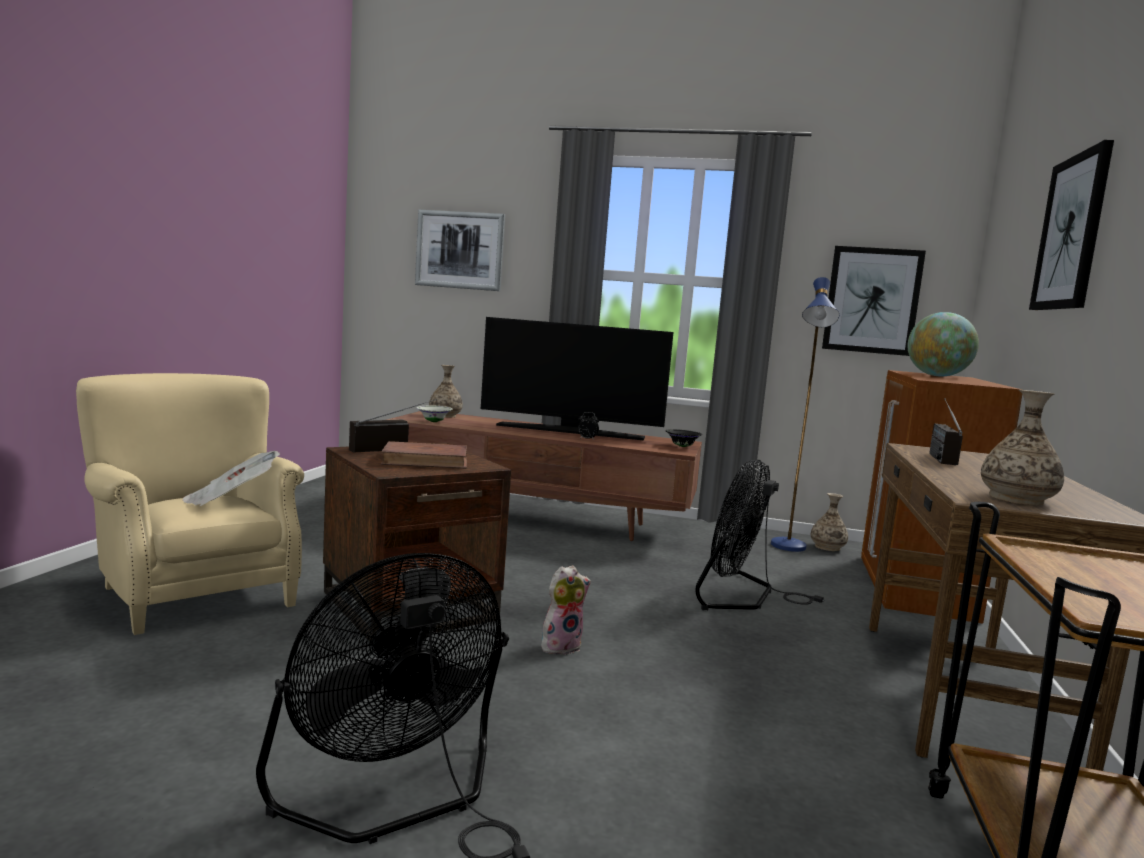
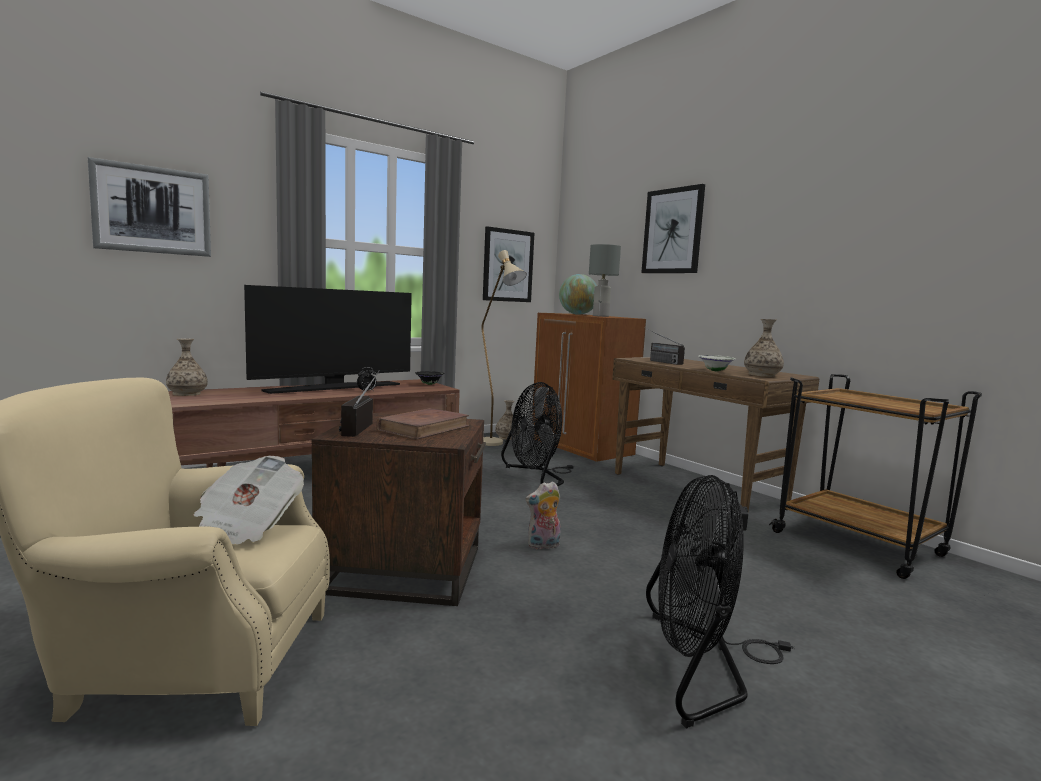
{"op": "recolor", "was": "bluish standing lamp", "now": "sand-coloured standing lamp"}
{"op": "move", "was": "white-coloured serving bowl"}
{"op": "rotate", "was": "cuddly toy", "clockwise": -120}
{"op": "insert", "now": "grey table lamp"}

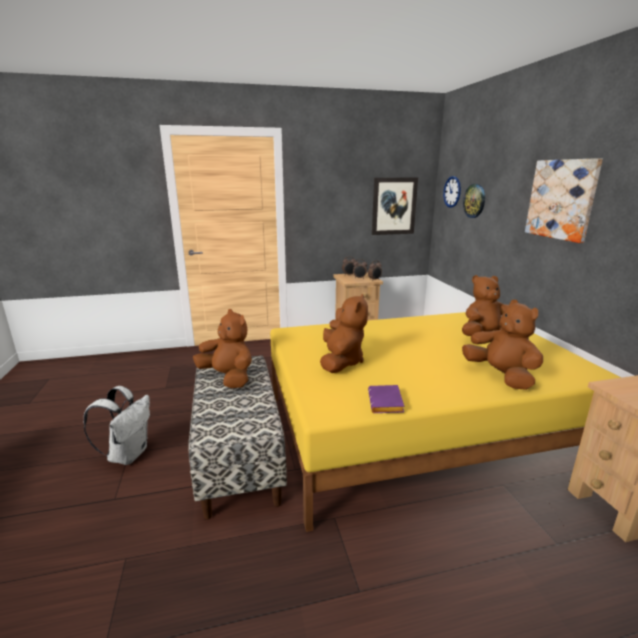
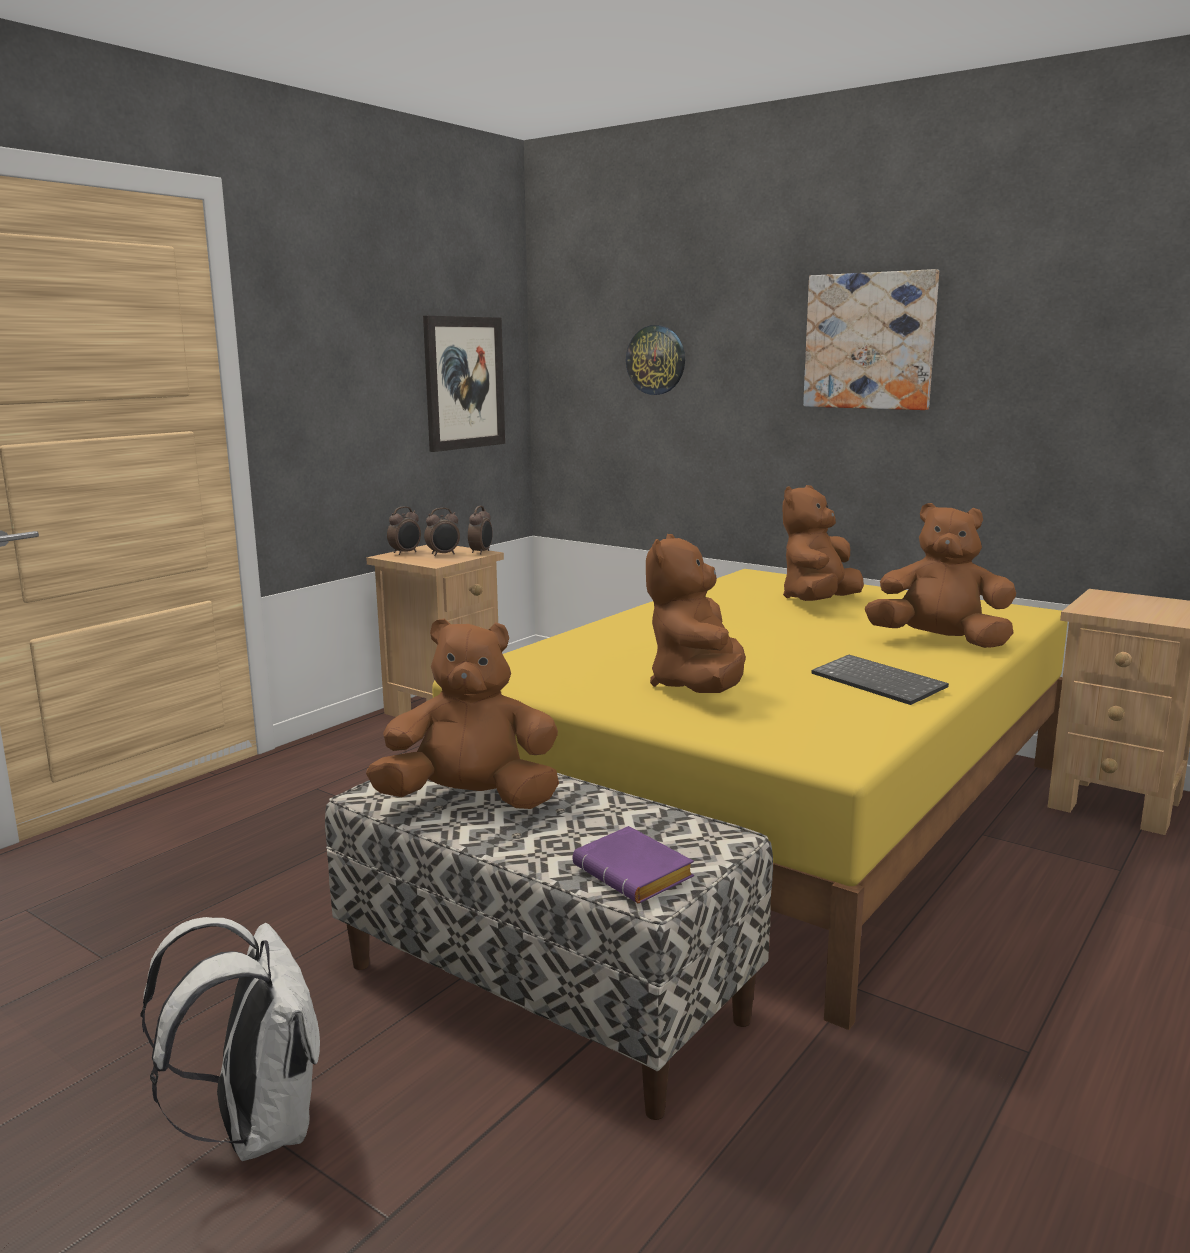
{"op": "delete", "was": "wall clock (1st from left)"}
{"op": "rotate", "was": "brown cuddly toy (2nd from left)", "clockwise": -135}
{"op": "move", "was": "purple volume"}
{"op": "insert", "now": "keyboard"}

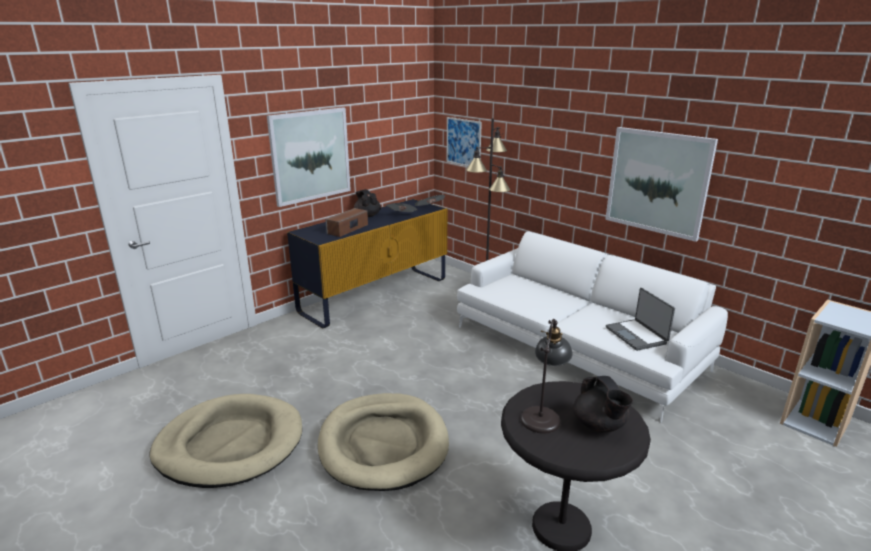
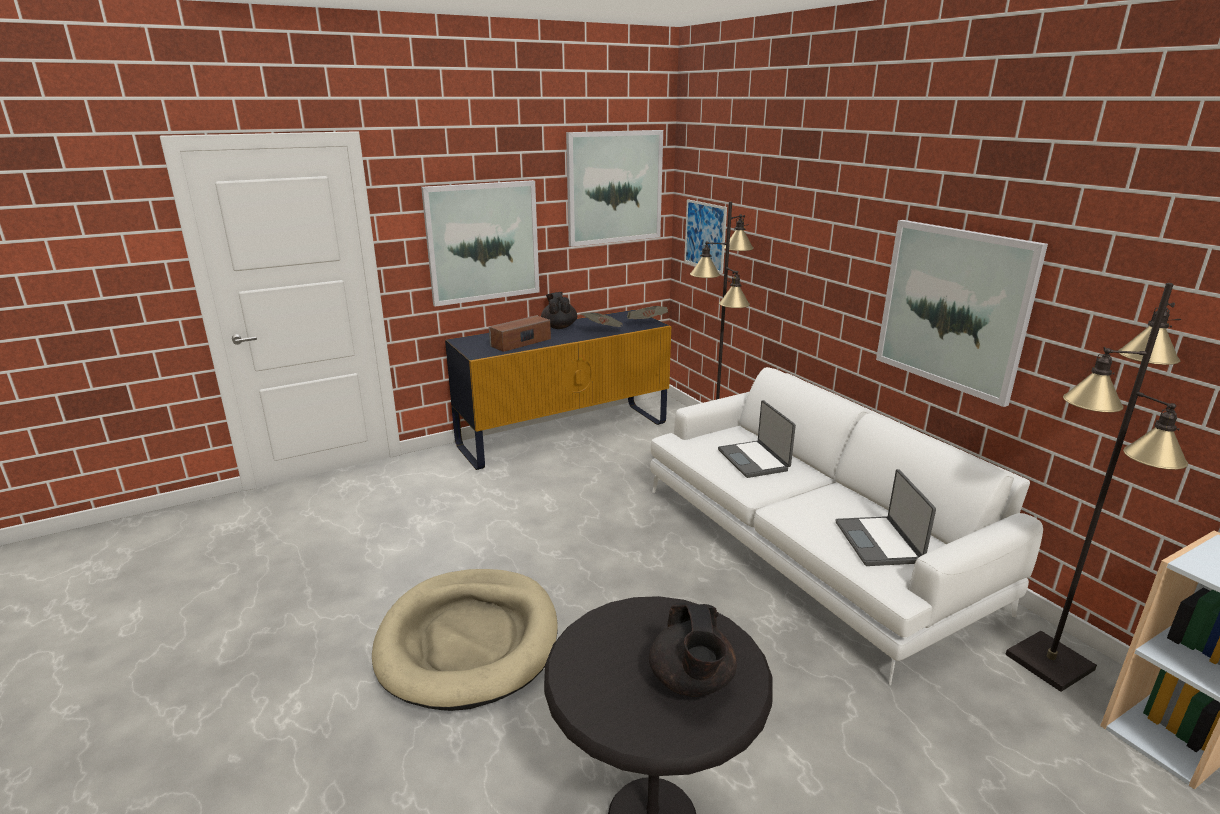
{"op": "delete", "was": "grey table lamp"}
{"op": "delete", "was": "sand-coloured pet bed (1st from left)"}
{"op": "insert", "now": "wall picture (2nd from left)"}
{"op": "insert", "now": "blackish standing lamp (2nd from left)"}
{"op": "insert", "now": "laptop (1st from left)"}

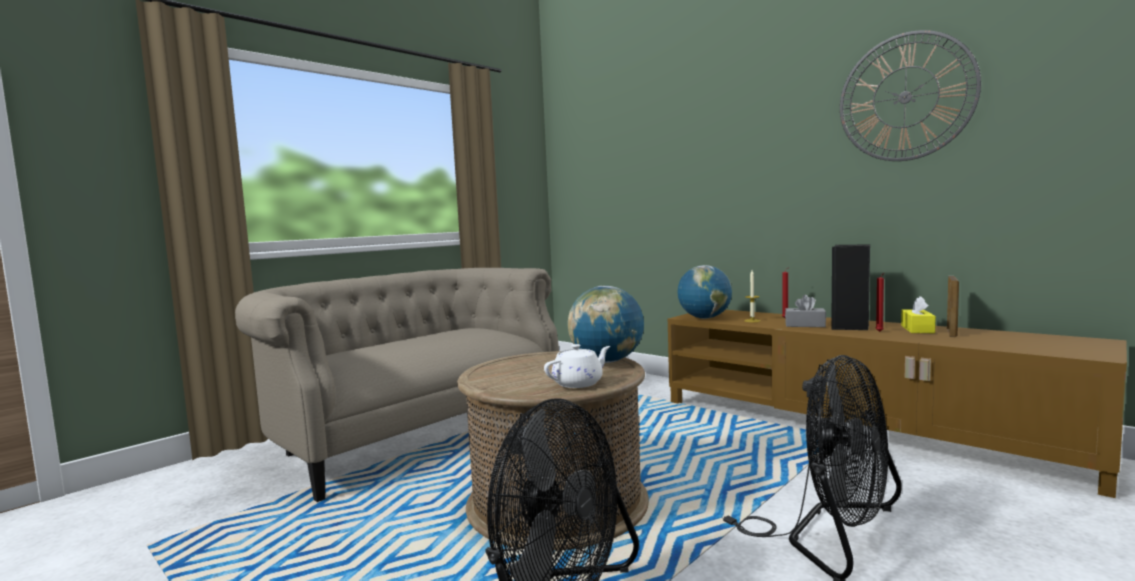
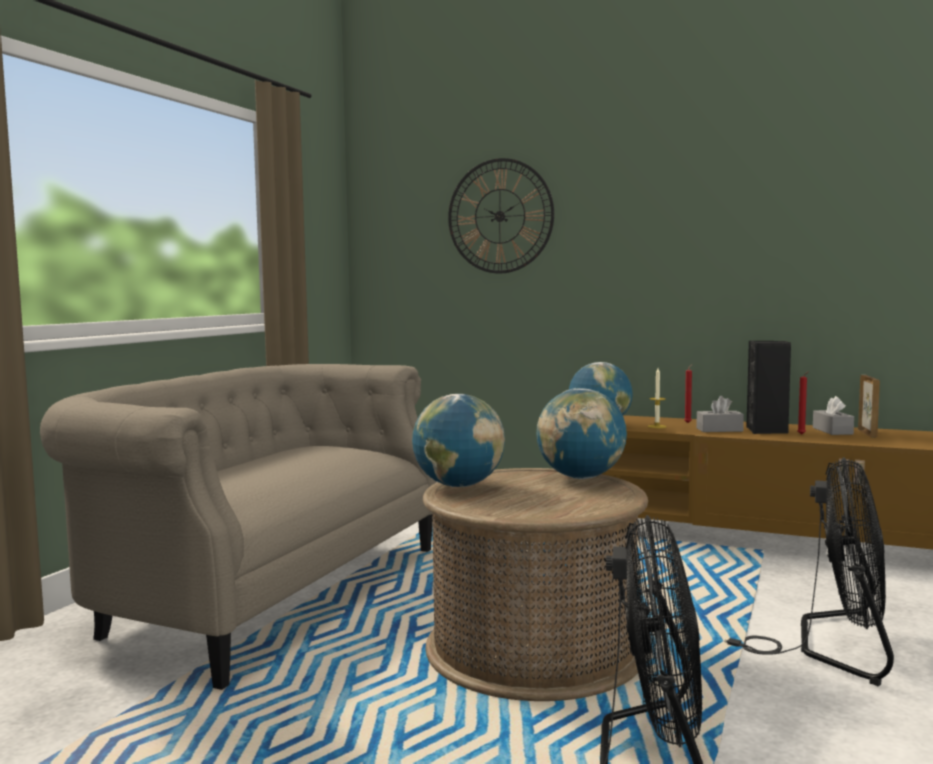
{"op": "move", "was": "wall clock"}
{"op": "recolor", "was": "yellow tissue holder", "now": "grey tissue holder (2nd from left)"}
{"op": "delete", "was": "white-coloured pot for tea"}
{"op": "insert", "now": "desk globe (1st from left)"}

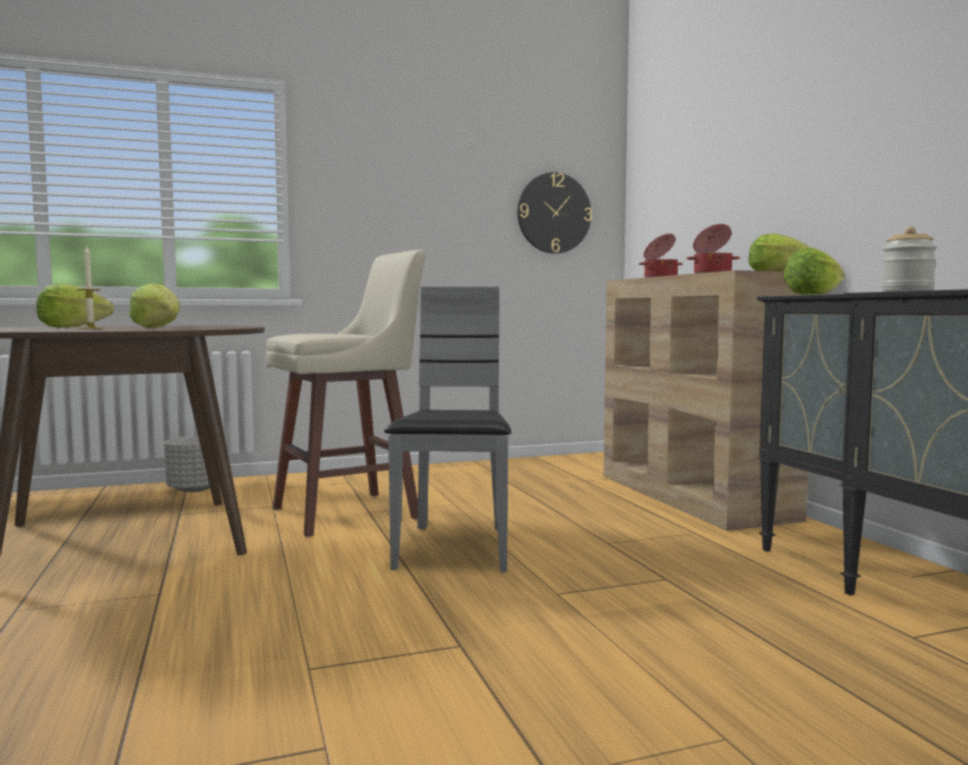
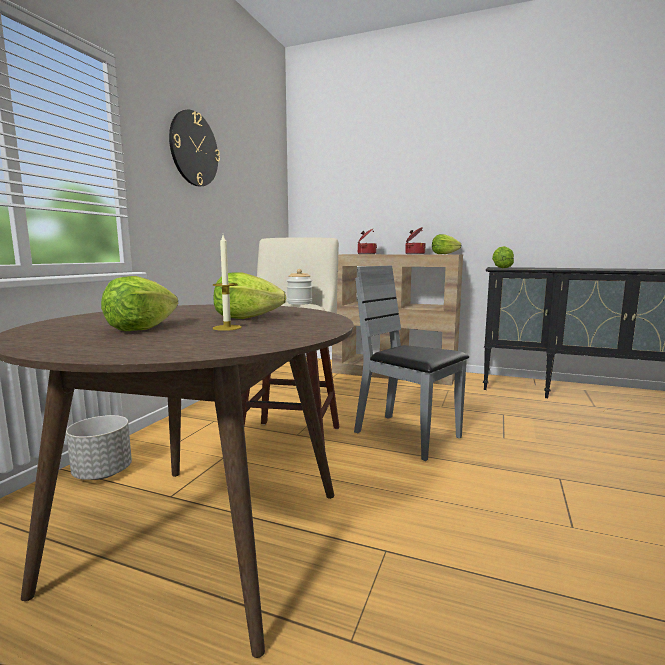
{"op": "move", "was": "wall clock"}
{"op": "move", "was": "preserve jar"}

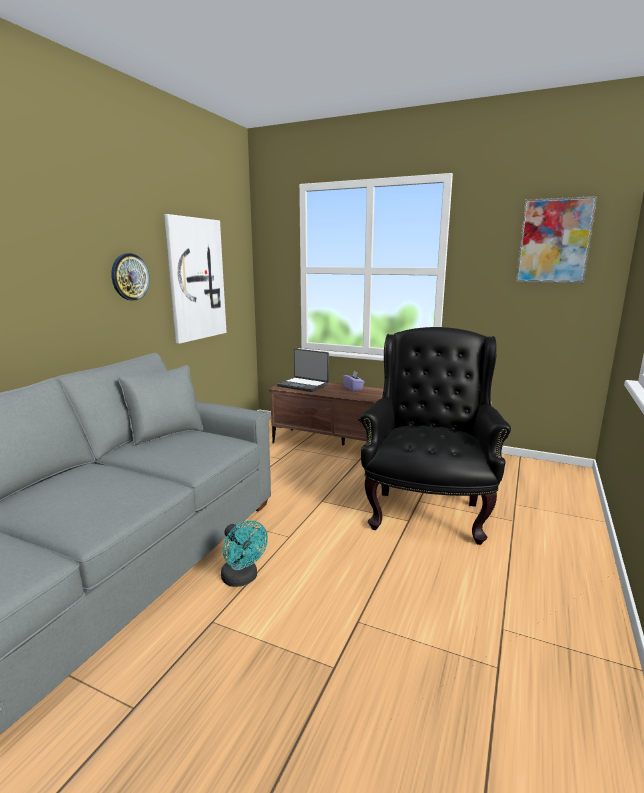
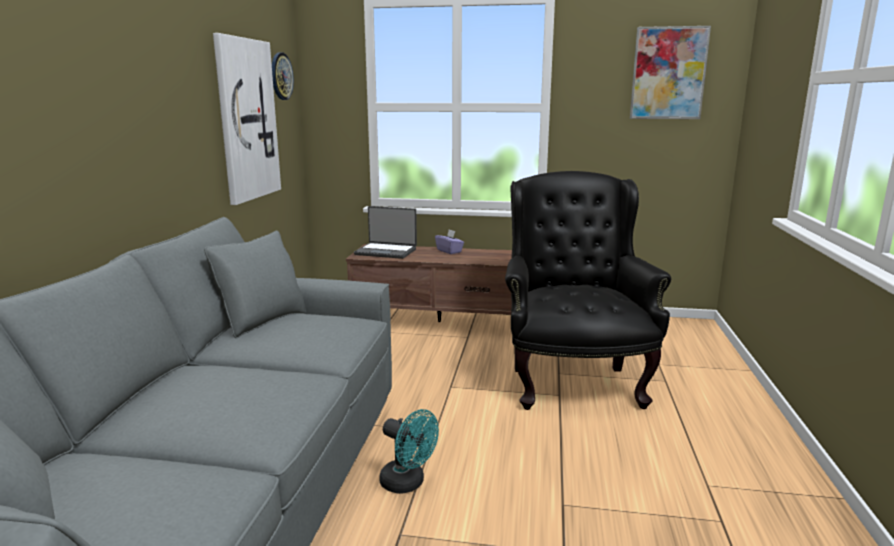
{"op": "move", "was": "wall clock"}

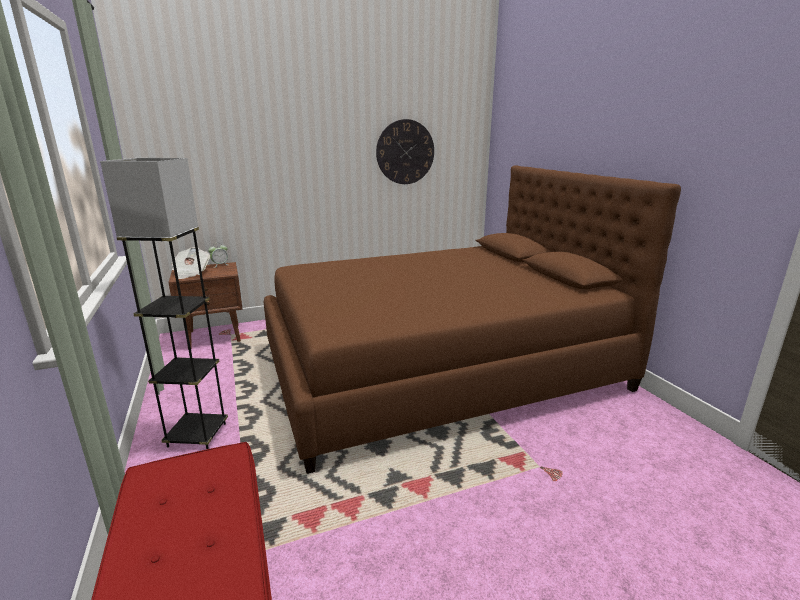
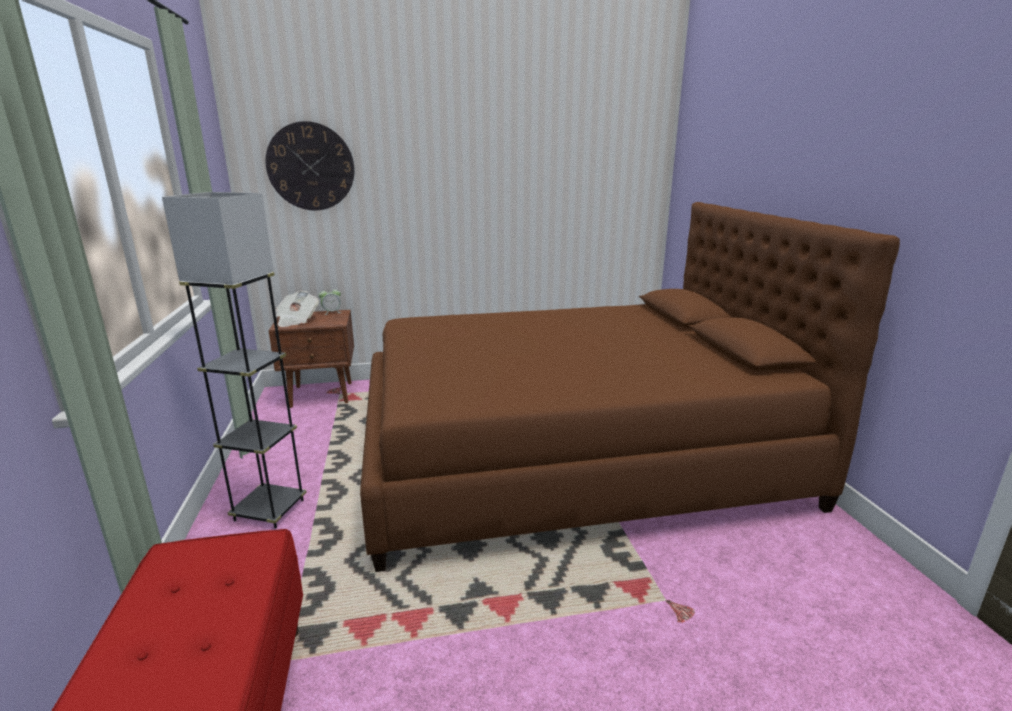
{"op": "move", "was": "wall clock"}

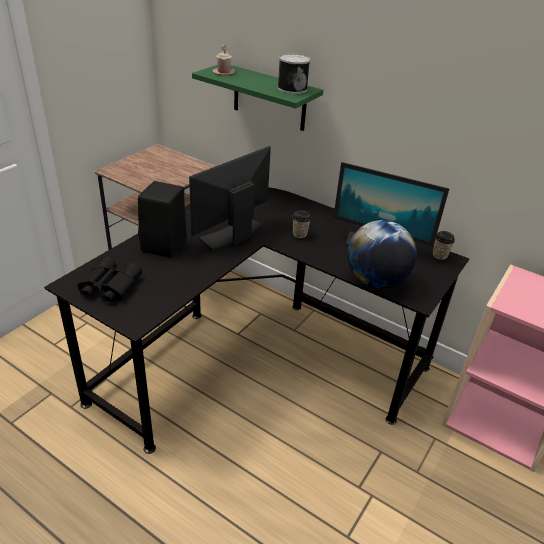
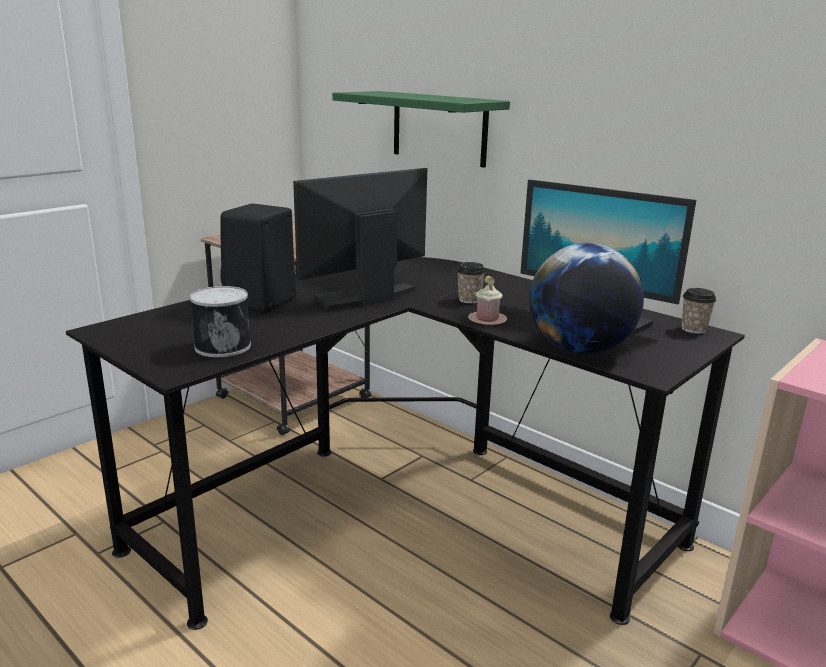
{"op": "move", "was": "pink tea mug"}
{"op": "move", "was": "can"}
{"op": "delete", "was": "blackish binoculars"}

